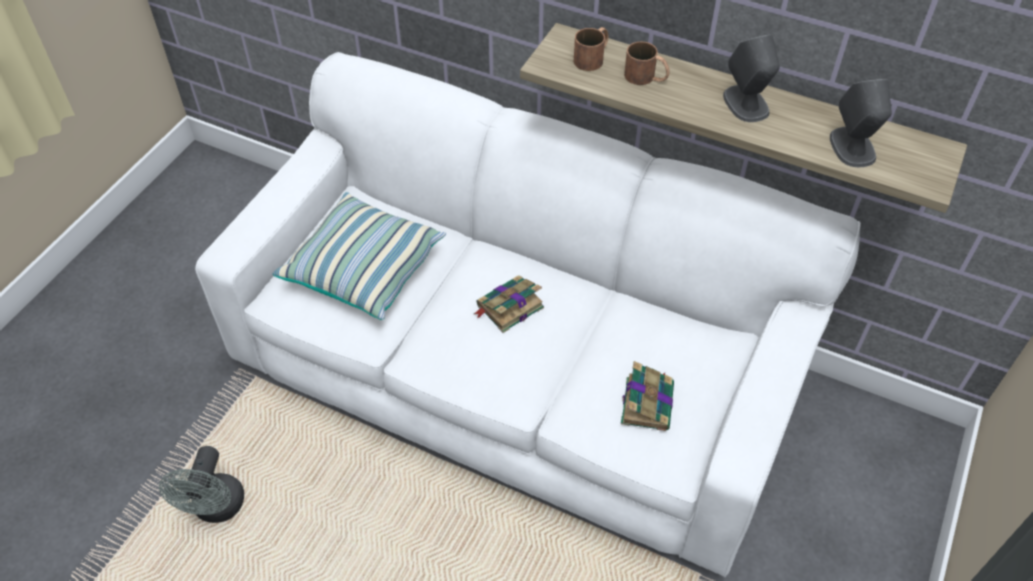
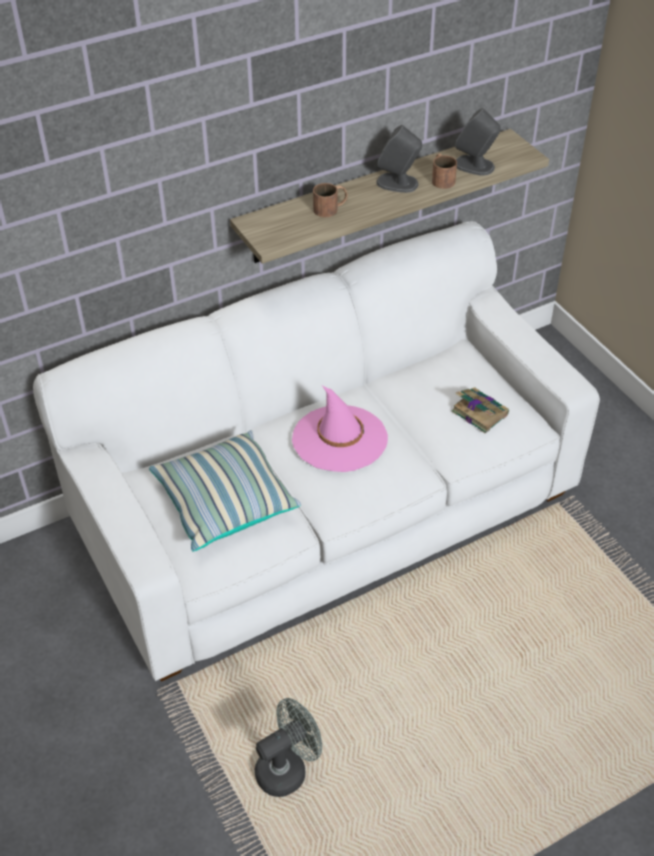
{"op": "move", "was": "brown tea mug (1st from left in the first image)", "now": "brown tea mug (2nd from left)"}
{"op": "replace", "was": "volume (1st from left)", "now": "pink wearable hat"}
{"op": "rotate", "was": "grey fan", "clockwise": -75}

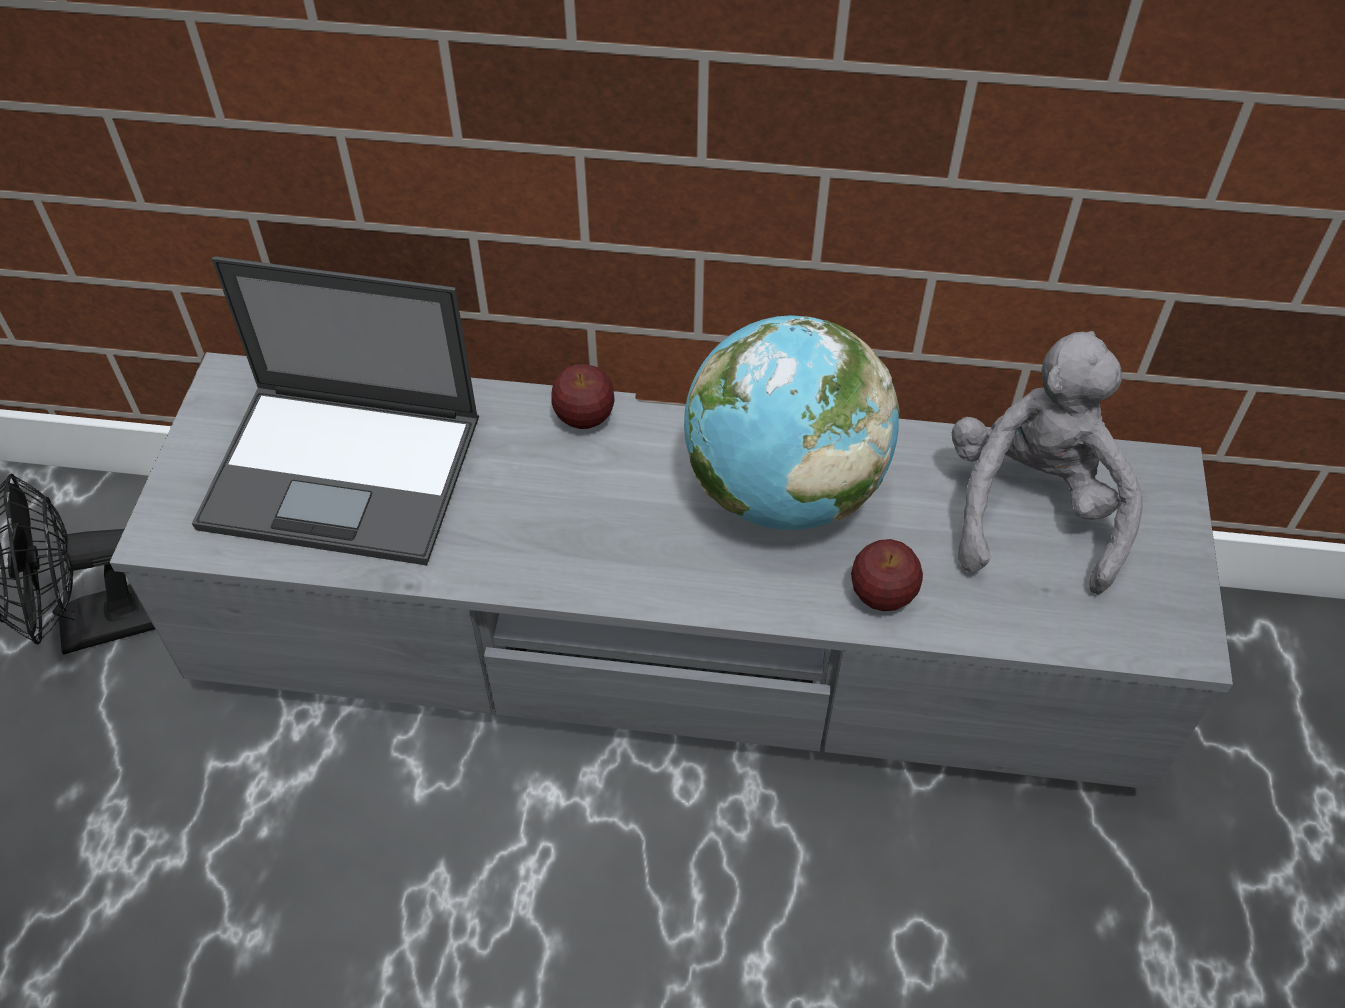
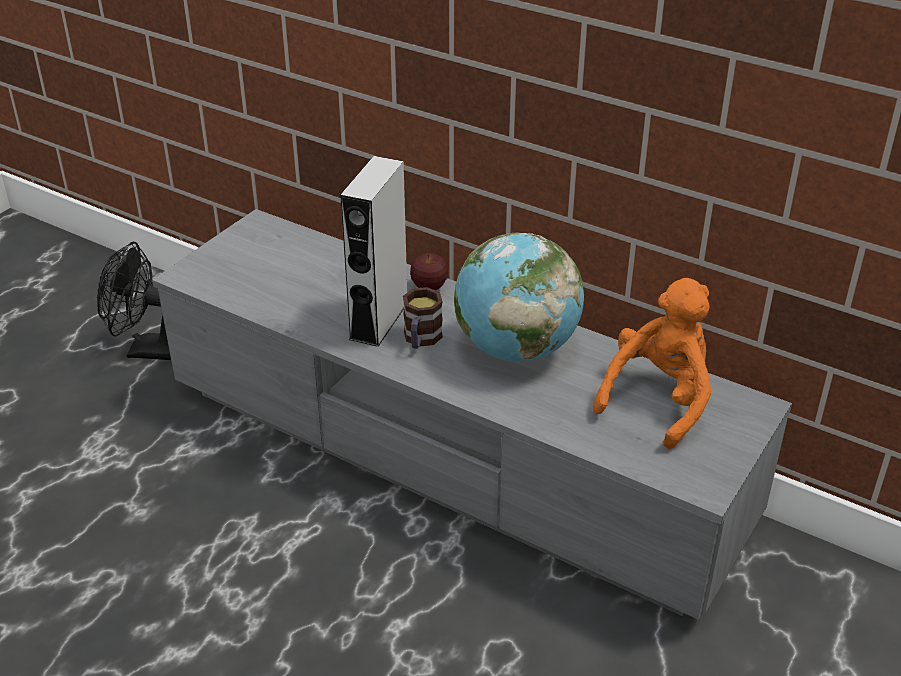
{"op": "delete", "was": "laptop"}
{"op": "recolor", "was": "grey cuddly toy", "now": "orange cuddly toy"}
{"op": "delete", "was": "apple fruit (2nd from left)"}
{"op": "insert", "now": "grey loudspeaker"}
{"op": "insert", "now": "tea mug"}

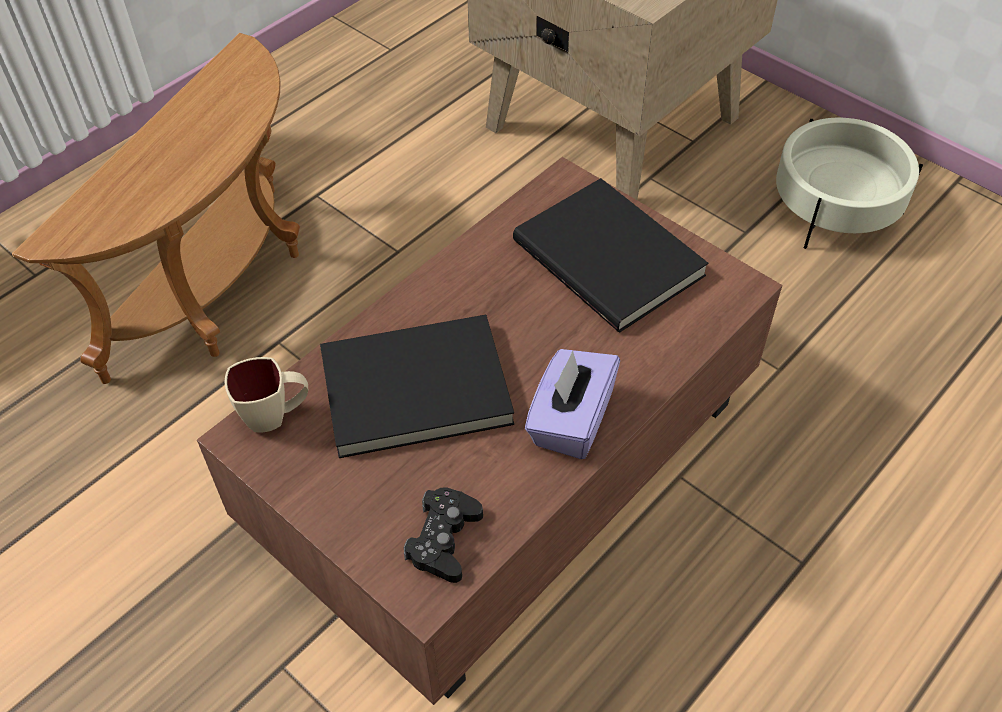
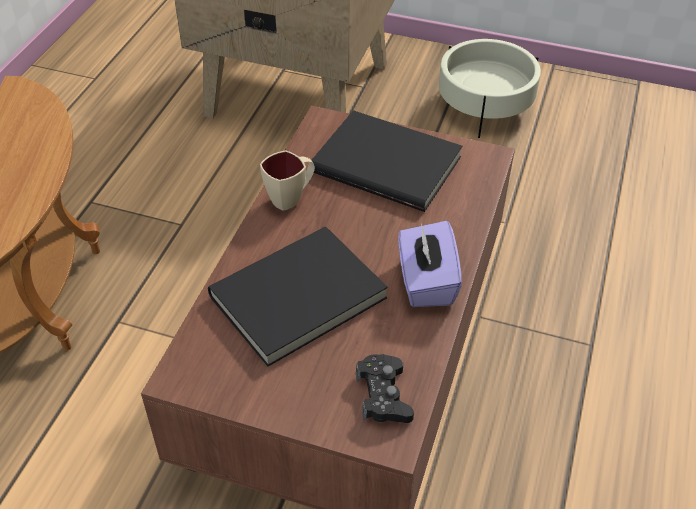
{"op": "move", "was": "sand-coloured tea mug"}

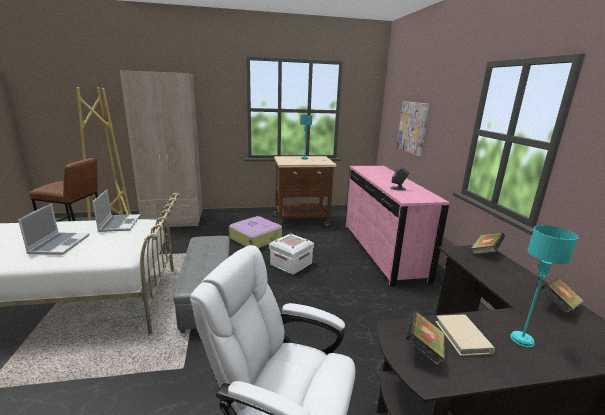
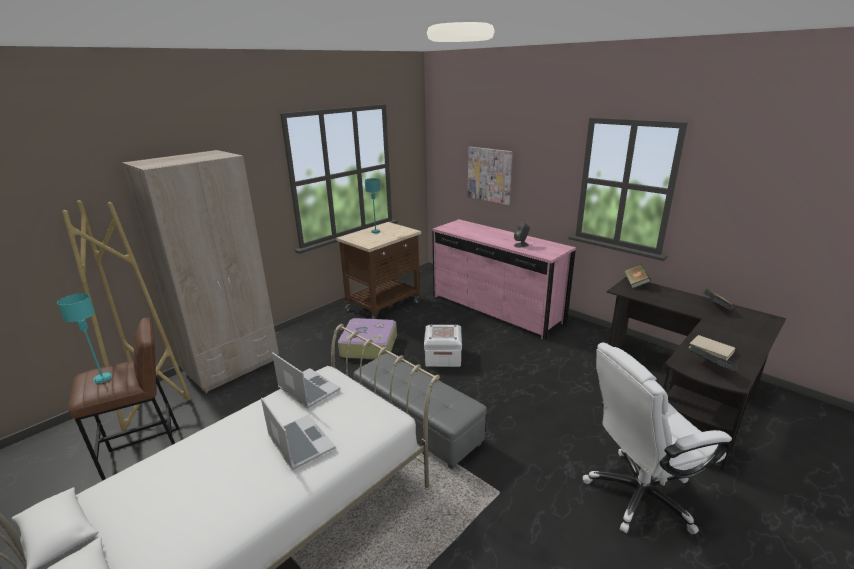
{"op": "move", "was": "turquoise-coloured table lamp (2nd from left in the first image)", "now": "turquoise-coloured table lamp (1st from left)"}

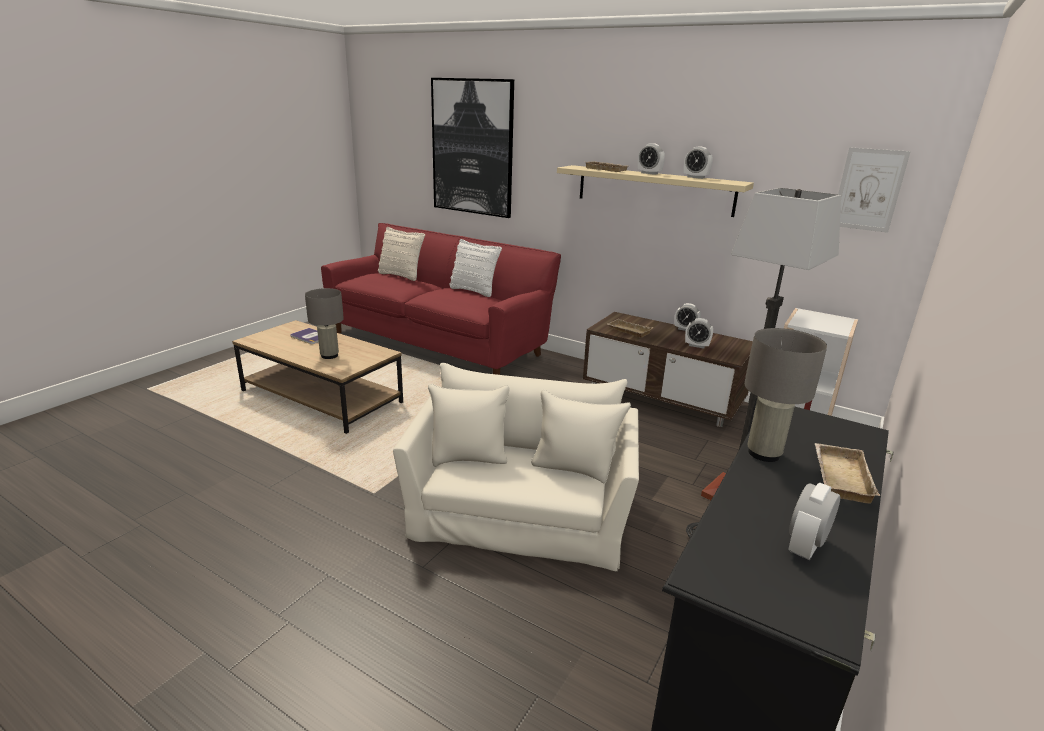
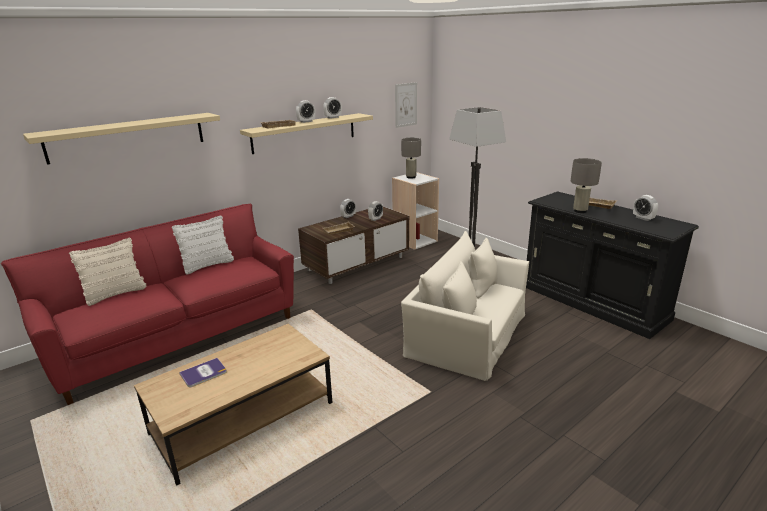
{"op": "replace", "was": "wall picture (1st from left)", "now": "sand-coloured bracket shelf (1st from left)"}
{"op": "move", "was": "grey table lamp (1st from left)"}

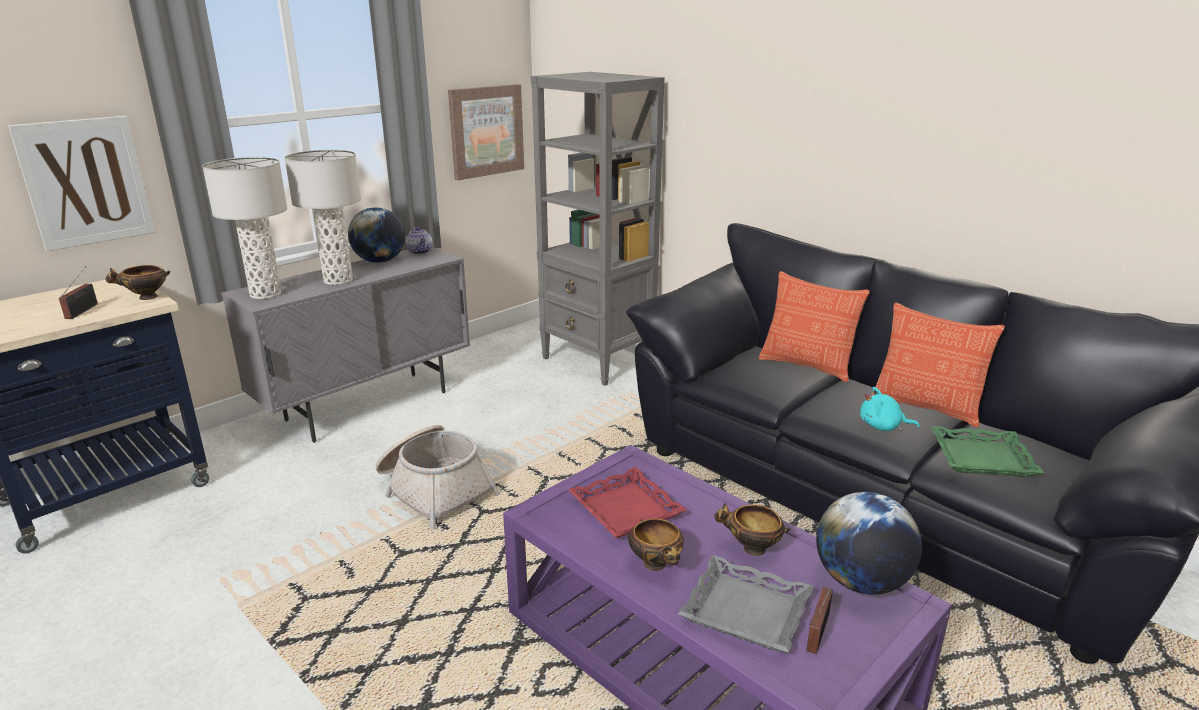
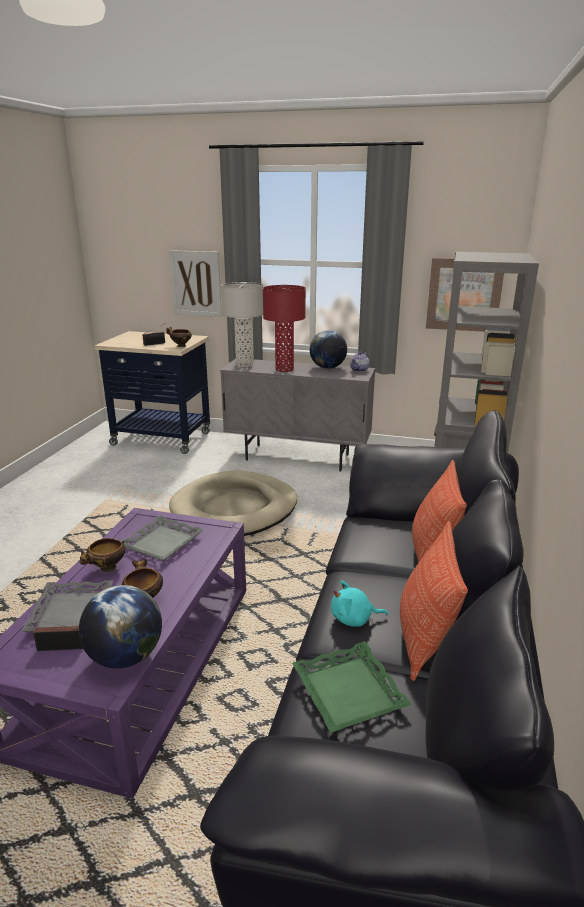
{"op": "recolor", "was": "white-coloured table lamp (2nd from left)", "now": "red table lamp"}
{"op": "rotate", "was": "turquoise-coloured cuddly toy", "clockwise": -75}
{"op": "replace", "was": "storage basket", "now": "sand-coloured pet bed"}
{"op": "recolor", "was": "red carrying tray", "now": "grey carrying tray (2nd from left)"}

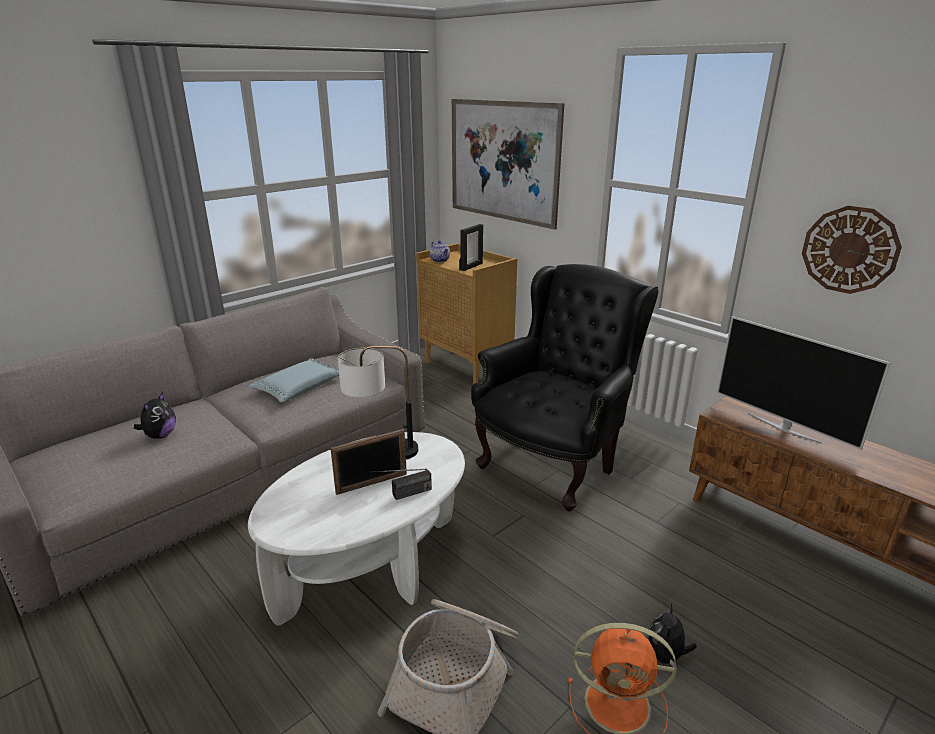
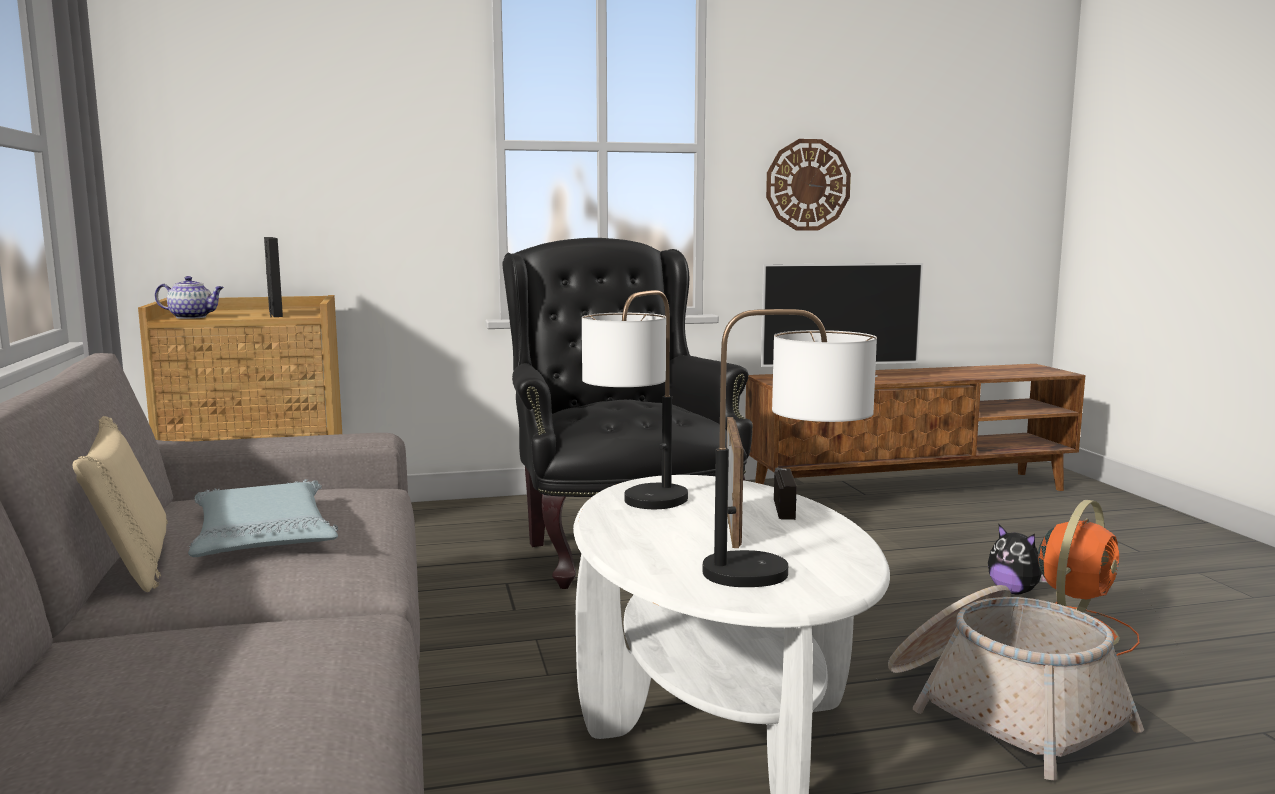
{"op": "delete", "was": "wall picture"}
{"op": "delete", "was": "cuddly toy (1st from left)"}
{"op": "insert", "now": "table lamp (2nd from left)"}
{"op": "insert", "now": "sand-coloured pillow"}

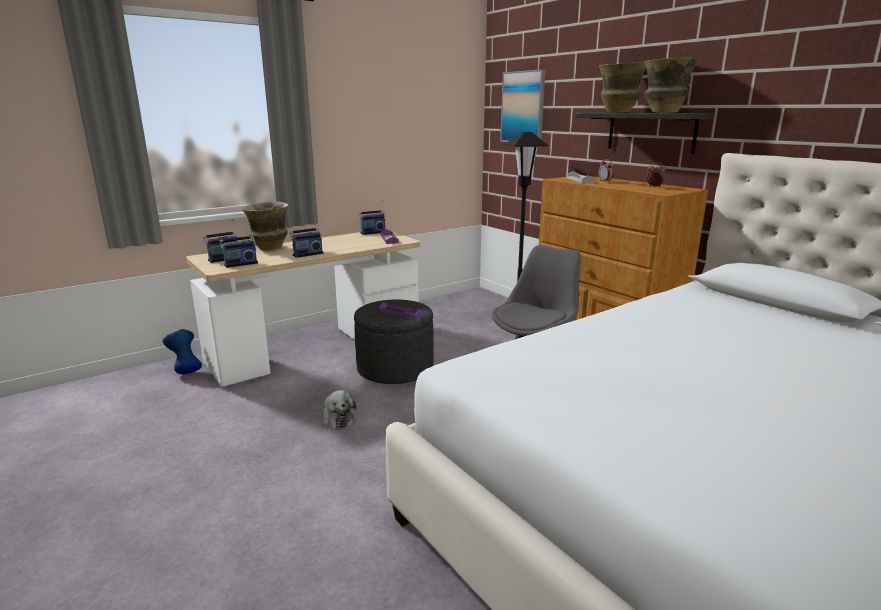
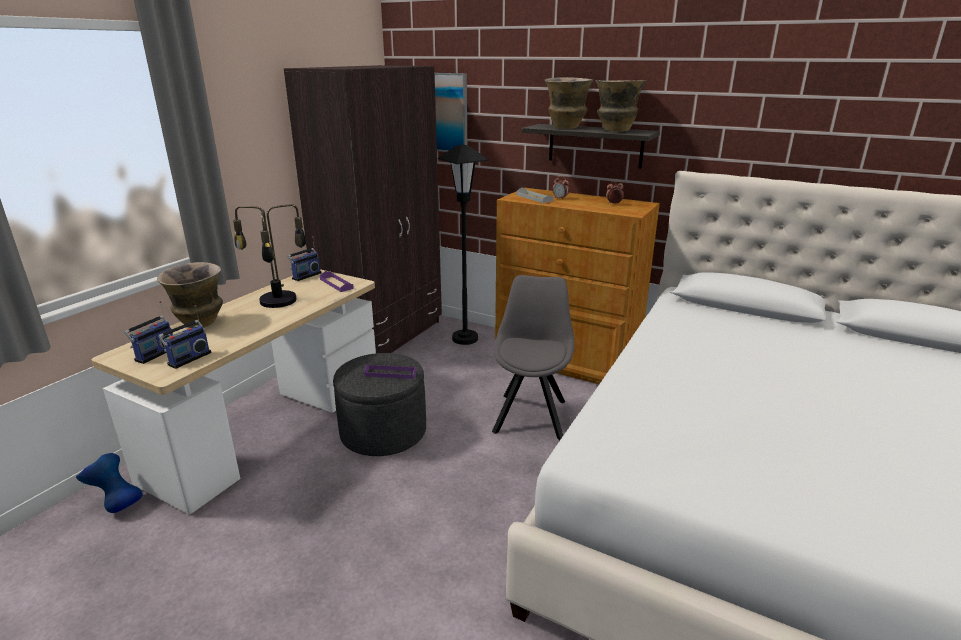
{"op": "delete", "was": "radio receiver (3rd from left)"}
{"op": "delete", "was": "cuddly toy"}
{"op": "insert", "now": "brown clothes cupboard"}
{"op": "insert", "now": "table lamp"}

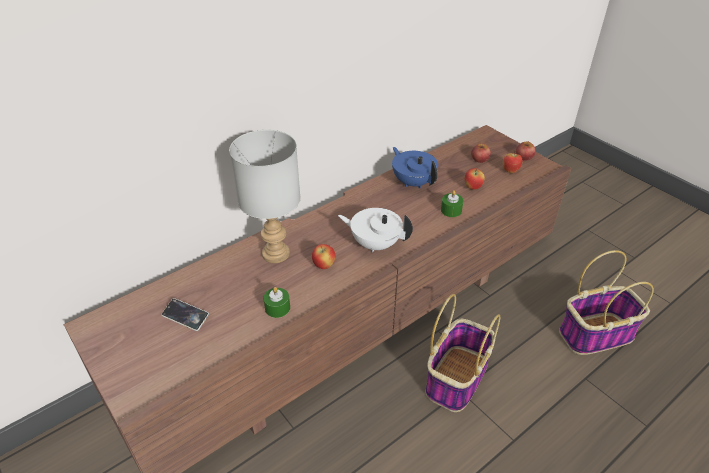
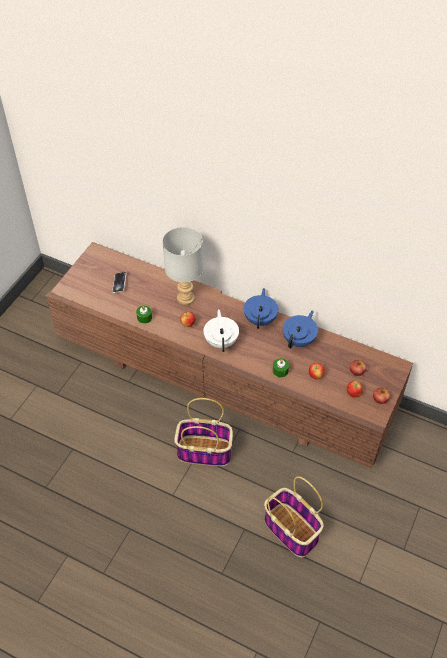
{"op": "insert", "now": "bluish pot for tea (1st from left)"}

